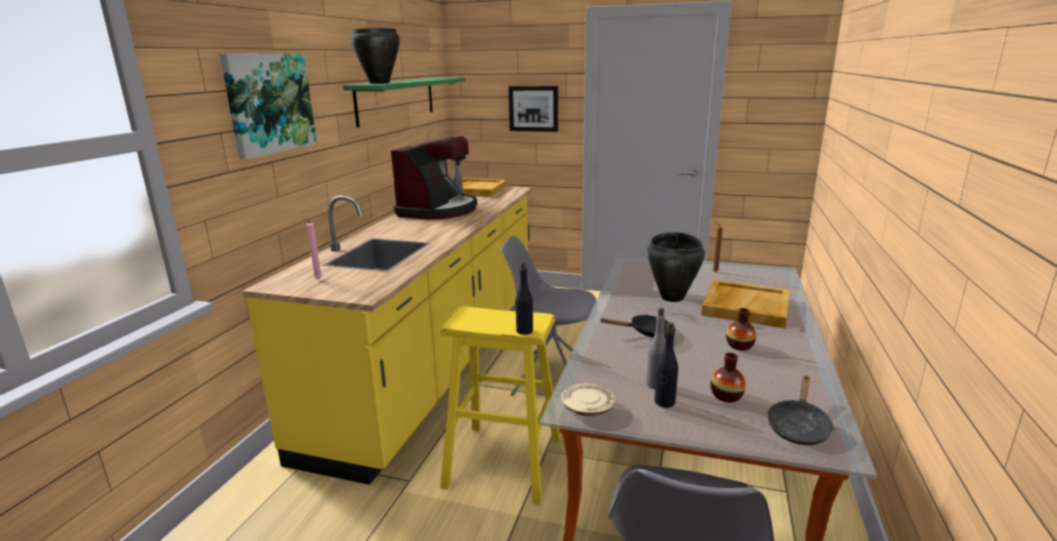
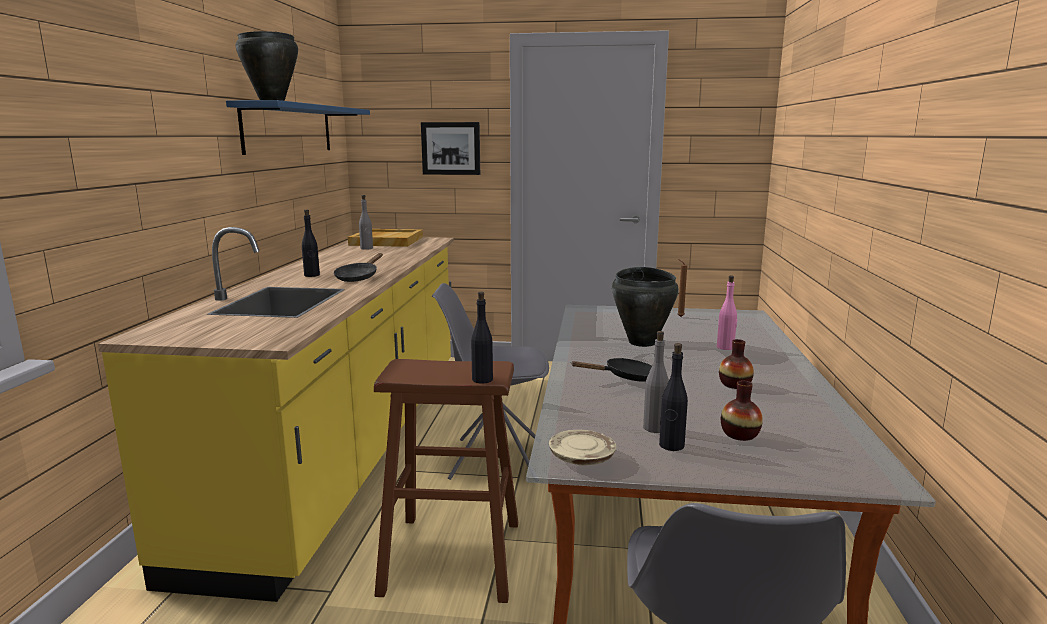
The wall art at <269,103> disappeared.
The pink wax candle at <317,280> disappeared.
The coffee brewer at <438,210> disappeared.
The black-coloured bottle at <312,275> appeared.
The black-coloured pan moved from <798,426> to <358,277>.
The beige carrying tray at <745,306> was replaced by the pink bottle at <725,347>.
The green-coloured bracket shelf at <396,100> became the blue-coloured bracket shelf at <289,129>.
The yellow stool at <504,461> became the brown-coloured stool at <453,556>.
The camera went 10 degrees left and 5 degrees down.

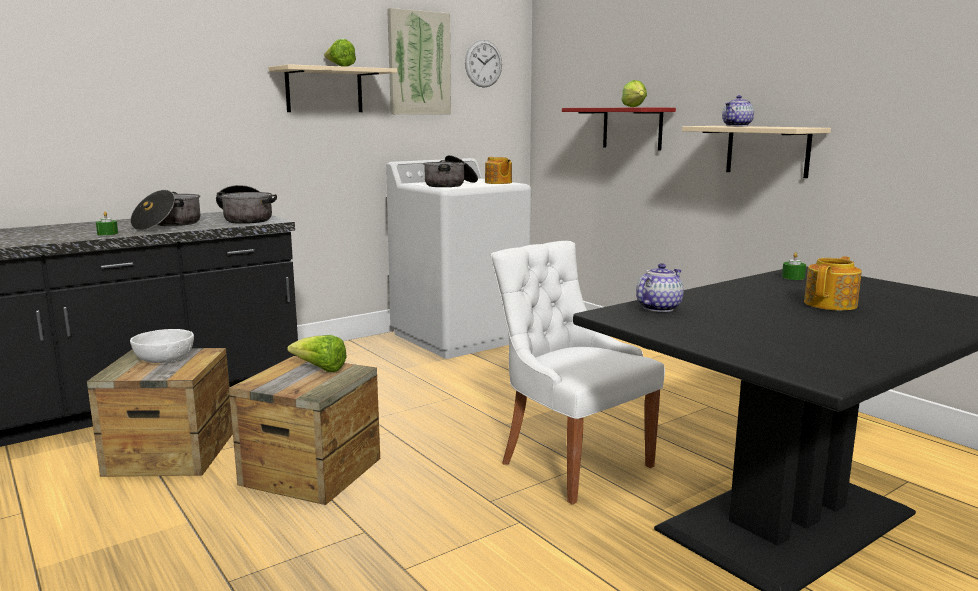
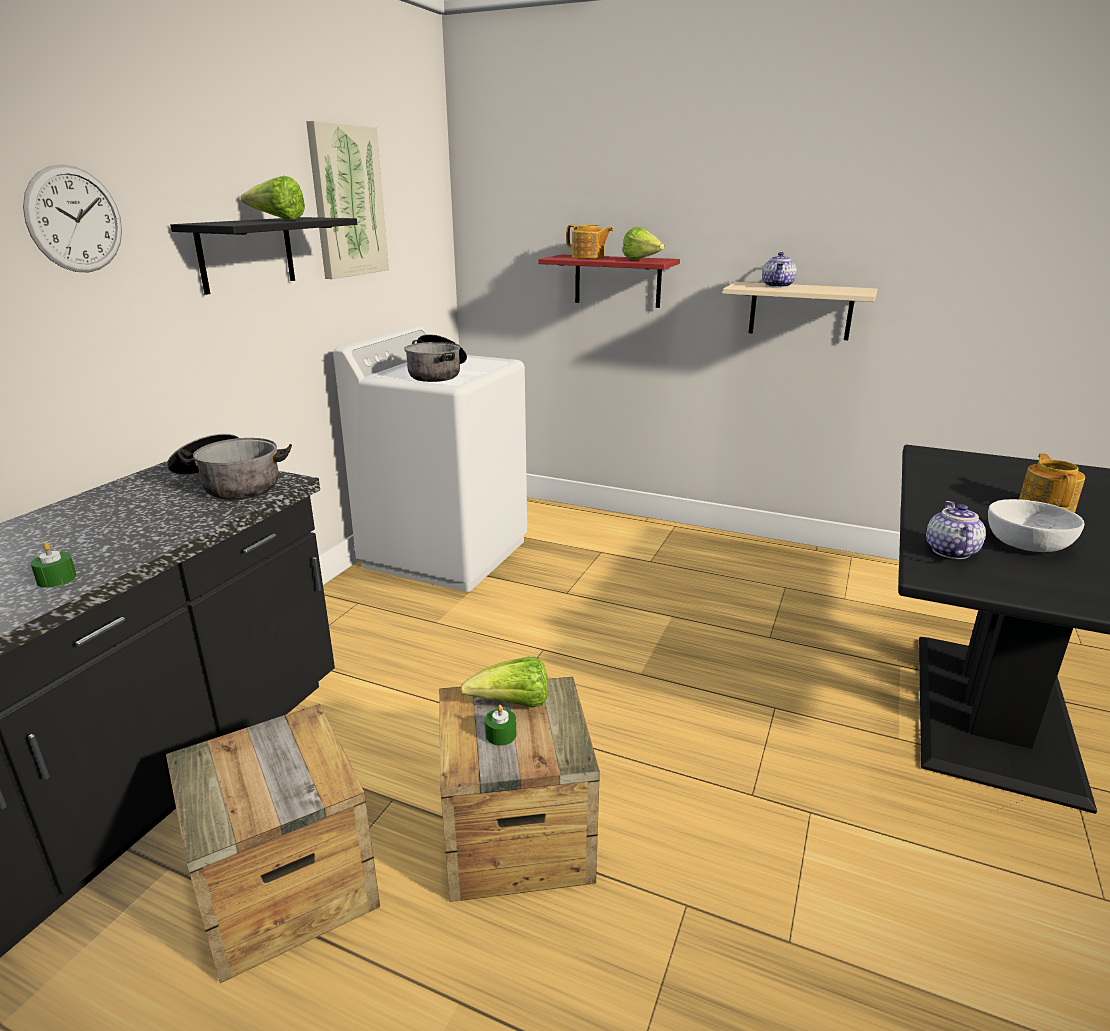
The saucepot at <168,225> disappeared.
The white plain chair at <571,463> disappeared.
The white deep dish moved from <164,358> to <1026,543>.
The clock on the wall moved from <483,63> to <75,219>.
The teapot moved from <498,182> to <588,257>.
The green-coloured wax candle moved from <793,277> to <501,735>.
The beige bracket shelf at <324,90> became the black-coloured bracket shelf at <246,254>.
The camera went 30 degrees left and 10 degrees up.

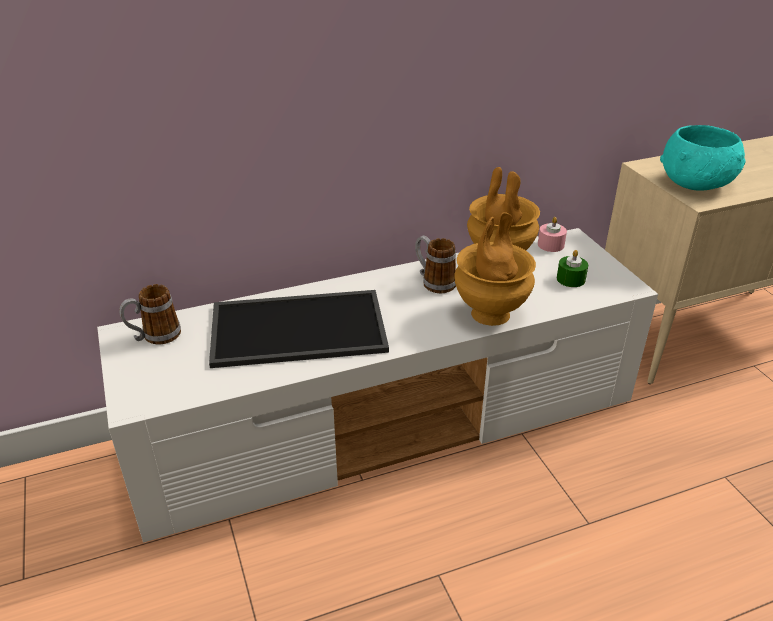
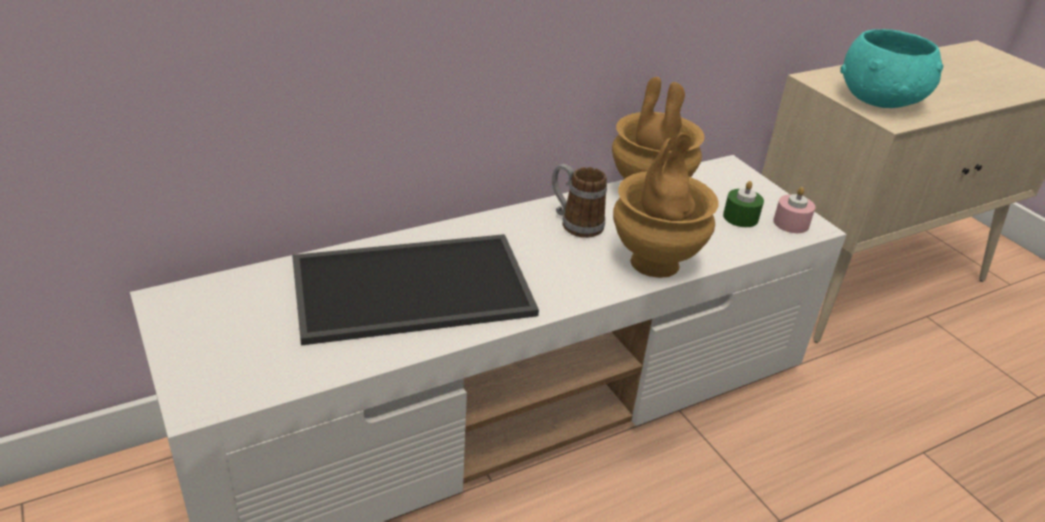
The coffee mug at <154,337> disappeared.
The pink wax candle moved from <550,245> to <791,223>.
The camera went 10 degrees left and 0 degrees up.

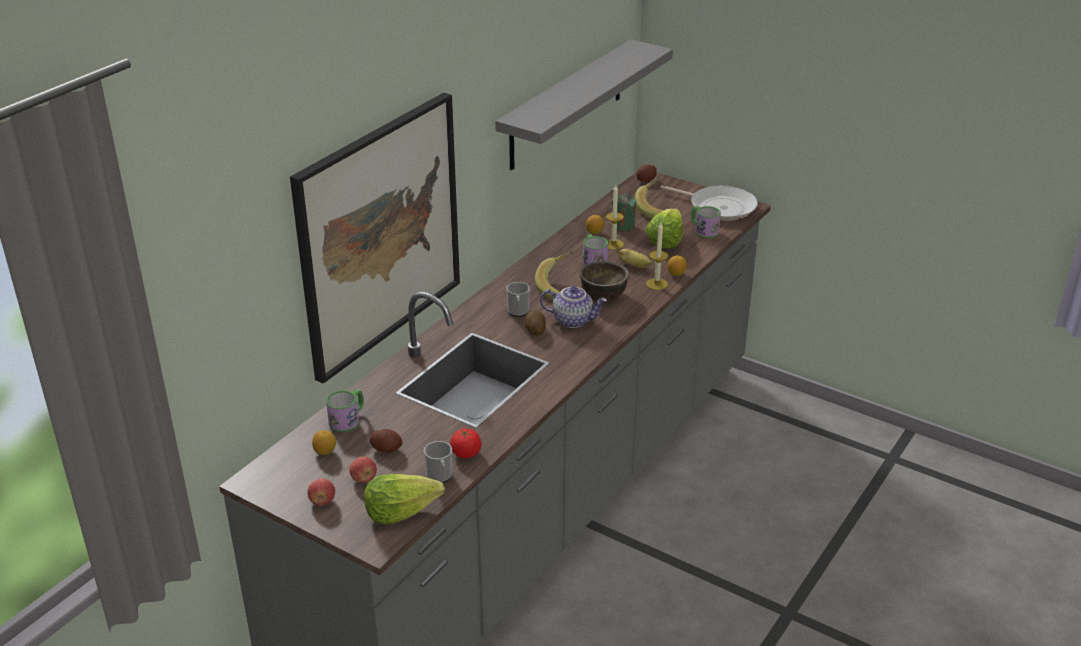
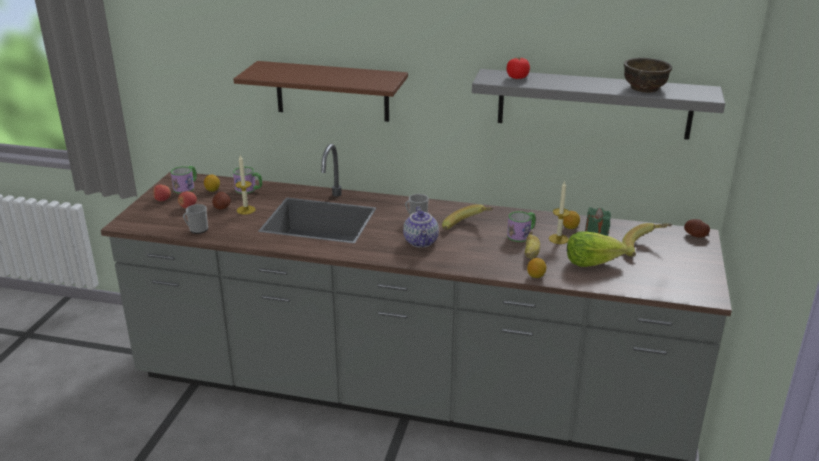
The lettuce head at <401,511> disappeared.
The spud at <535,330> disappeared.
The pan at <719,207> disappeared.
The fresh tomato moved from <466,453> to <517,77>.
The brown-coloured deep dish moved from <603,295> to <644,88>.
The wax candle moved from <657,284> to <246,210>.
The coffee mug moved from <703,230> to <186,187>.
The wall art at <379,234> was replaced by the brown-coloured bracket shelf at <332,91>.
The camera went 70 degrees right and 5 degrees down.

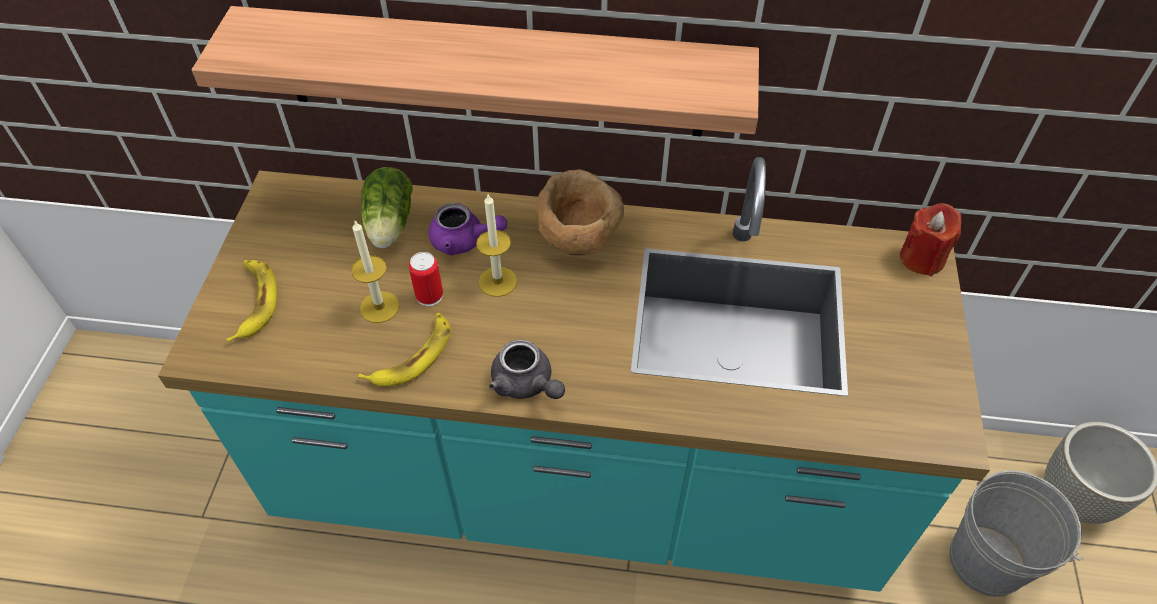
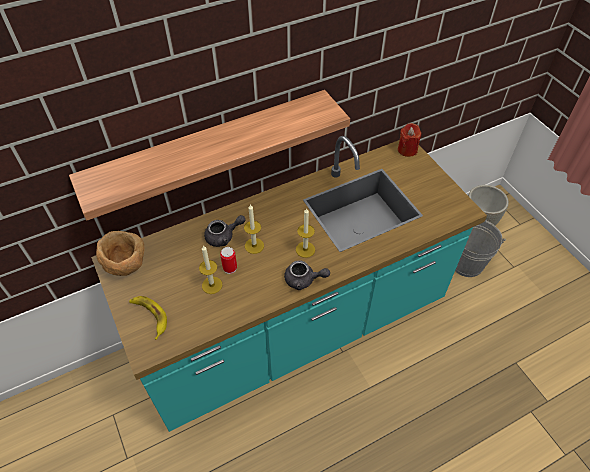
The banana fruit at <413,355> disappeared.
The lettuce head at <389,226> disappeared.
The wax candle at <305,249> appeared.
The brown-coloured deep dish moved from <579,241> to <127,265>.
The purplish teapot at <464,241> became the greyish teapot at <224,236>.
The camera went 35 degrees left and 0 degrees up.

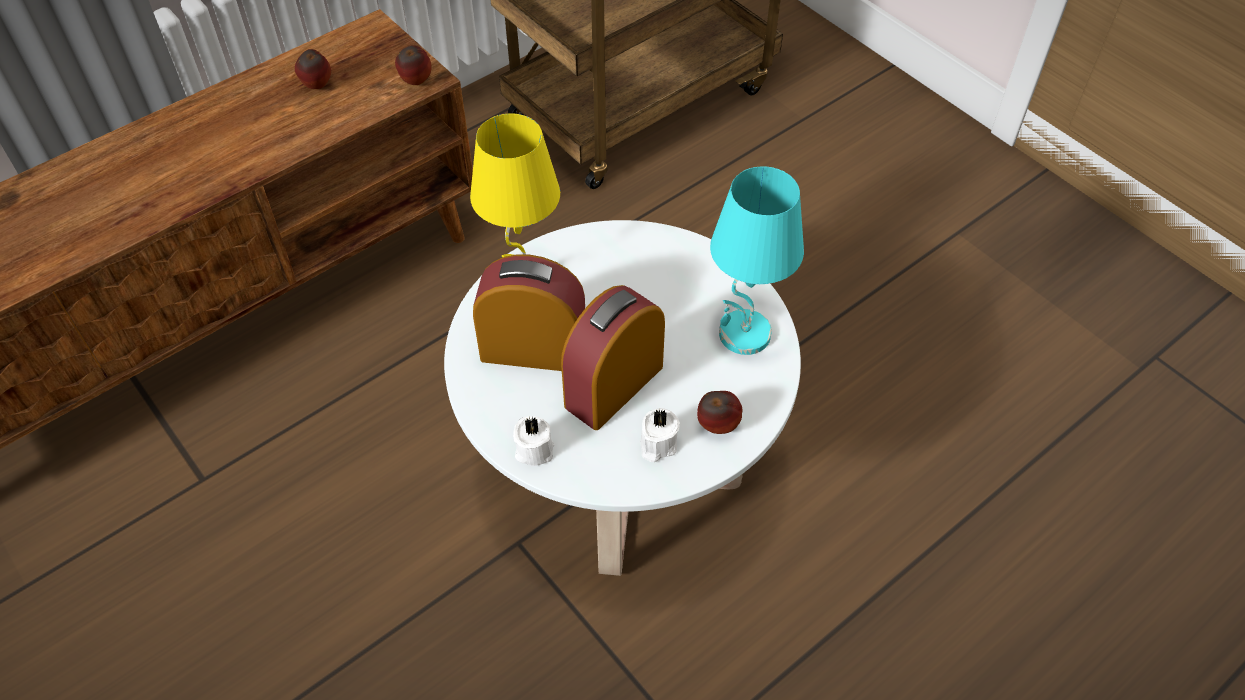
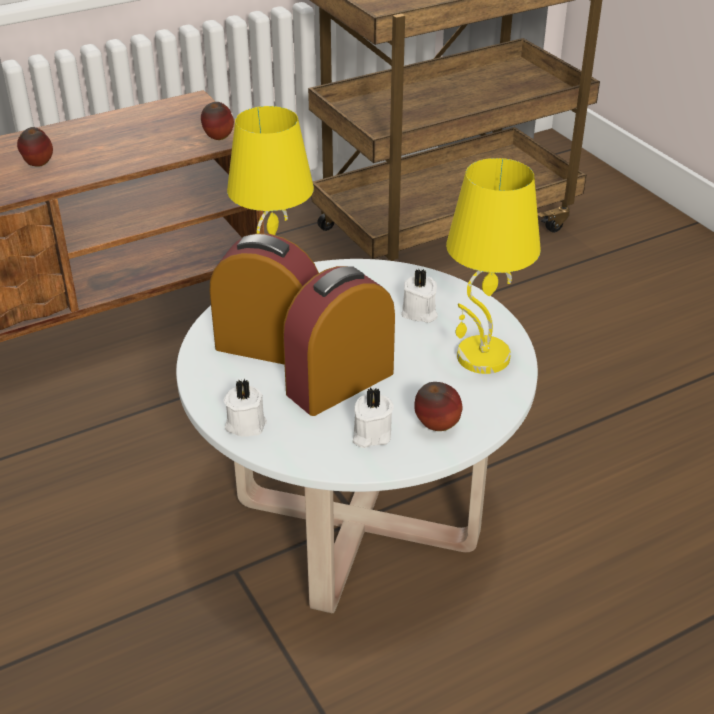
The white wax candle at <419,313> appeared.
The apple moved from <317,87> to <38,166>.
The blue-green lamp for a table at <744,335> became the yellow lamp for a table at <482,358>.
The camera went 10 degrees right and 15 degrees down.

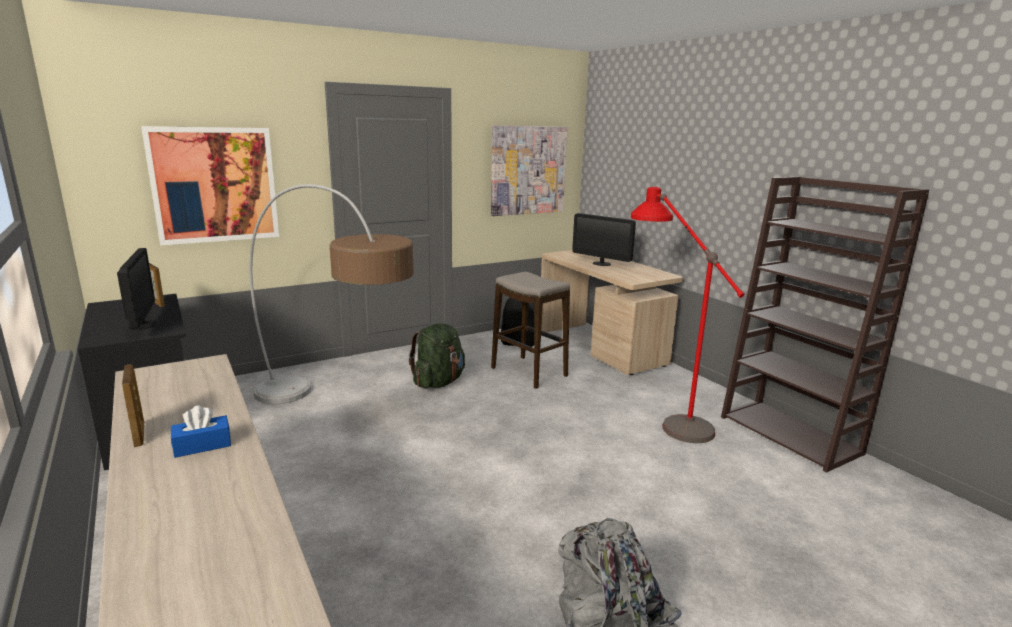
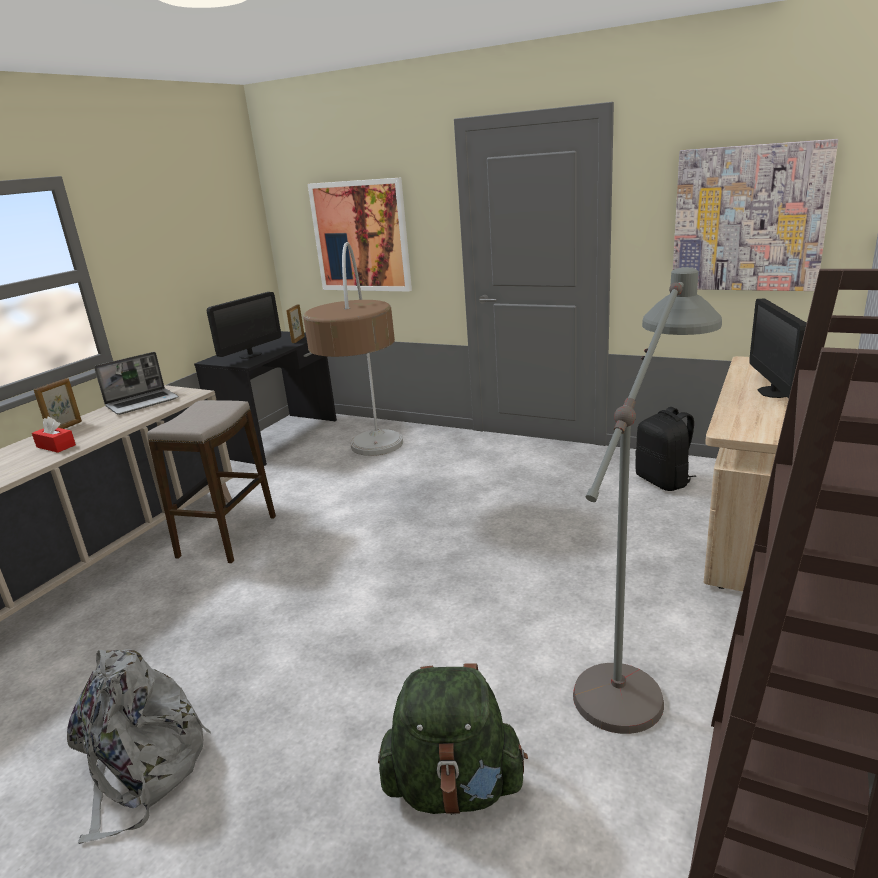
The notebook computer at <143,402> appeared.
The green-coloured backpack moved from <438,382> to <454,787>.
The stool moved from <529,372> to <227,537>.
The blue-coloured tissue holder at <202,445> became the red tissue holder at <56,446>.
The red floor lamp at <665,414> became the greyish floor lamp at <638,660>.
The camera went 60 degrees right and 5 degrees up.

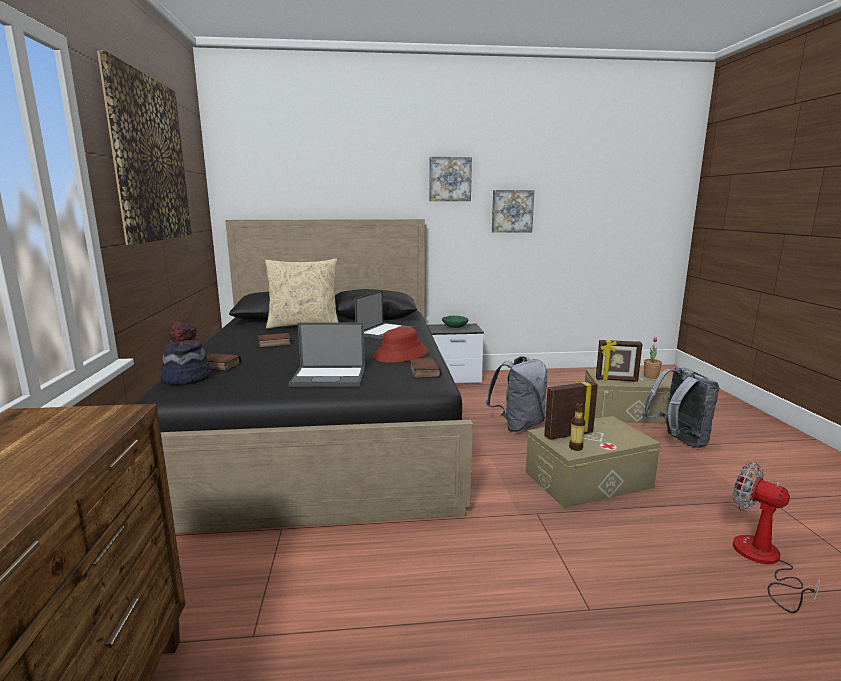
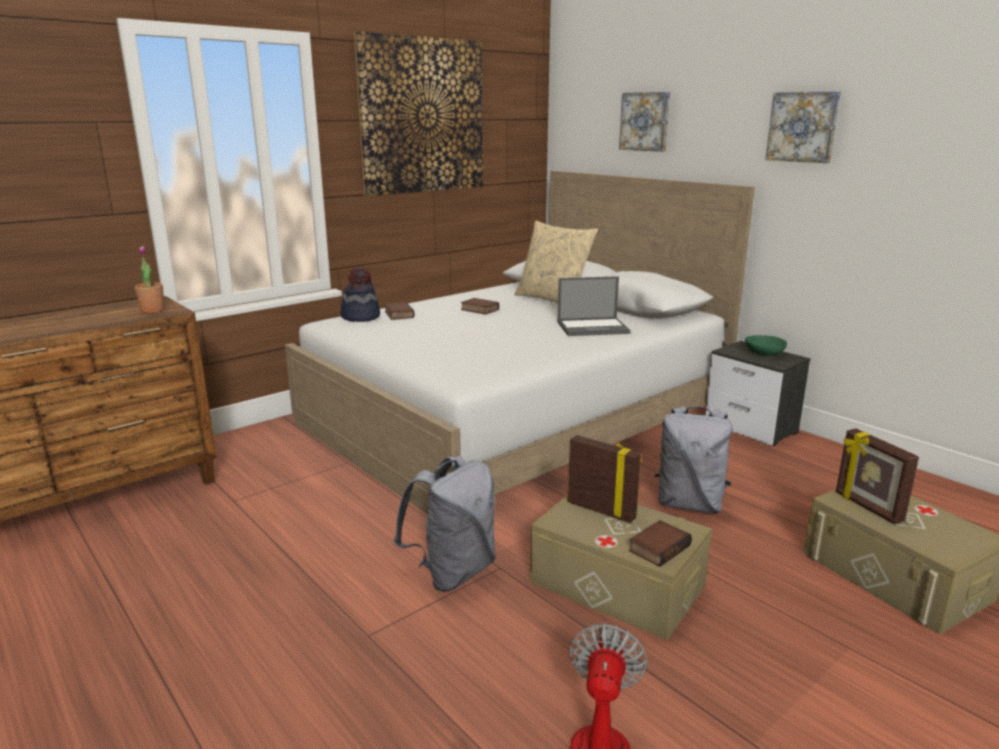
The notebook computer at <330,377> disappeared.
The red wearable hat at <401,354> disappeared.
The bottle at <575,448> disappeared.
The book moved from <423,372> to <658,547>.
The wall art moved from <512,211> to <645,121>.
The greyish backpack moved from <678,441> to <452,572>.
The houseplant moved from <651,376> to <153,310>.
The black-coloured sleeping bed at <325,428> became the white sleeping bed at <516,415>.
The camera went 55 degrees right and 5 degrees up.

